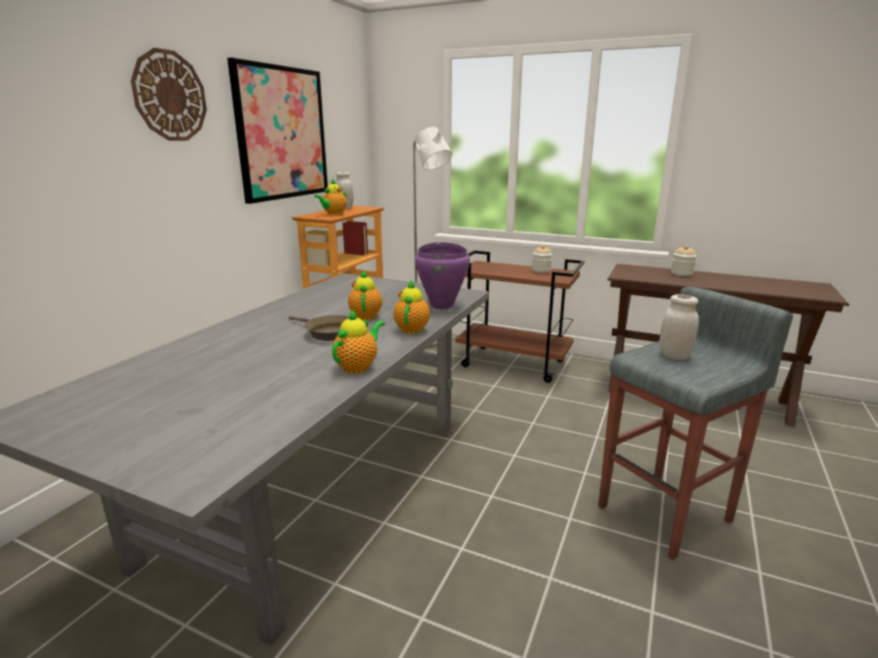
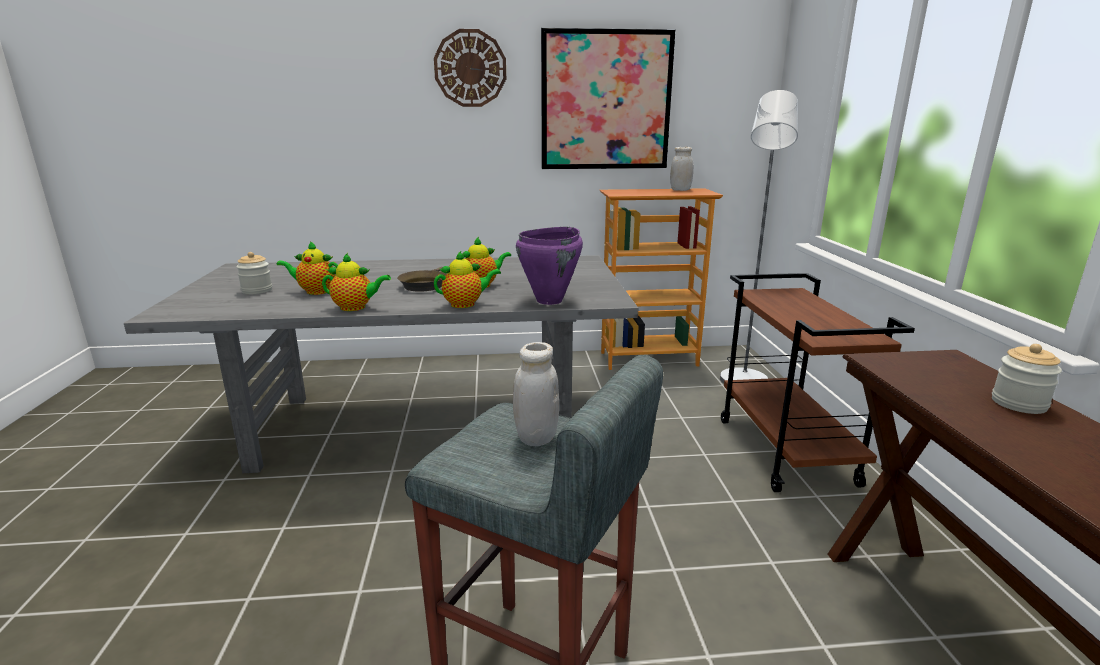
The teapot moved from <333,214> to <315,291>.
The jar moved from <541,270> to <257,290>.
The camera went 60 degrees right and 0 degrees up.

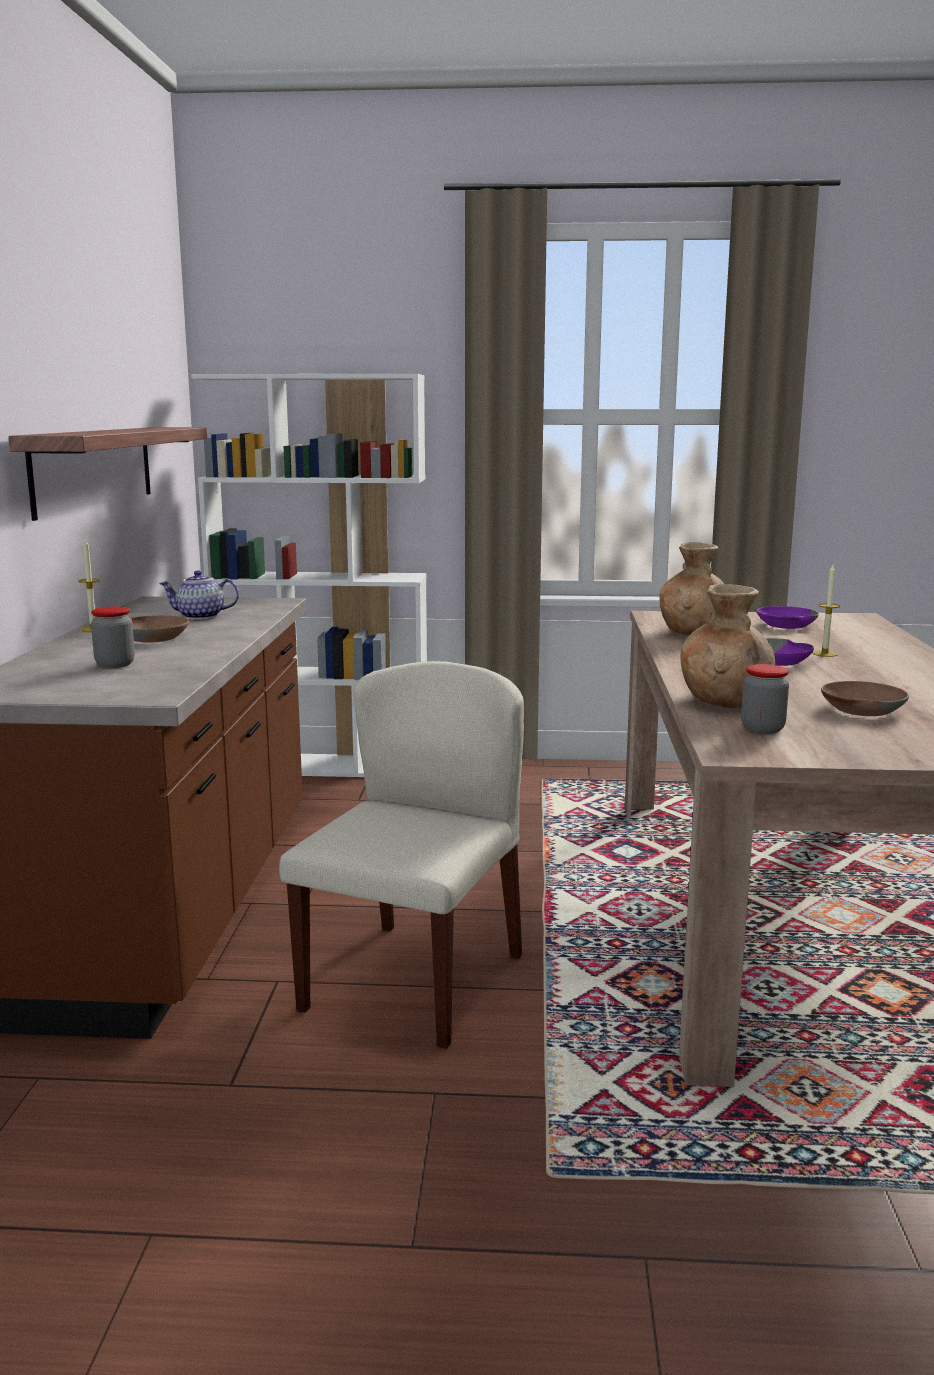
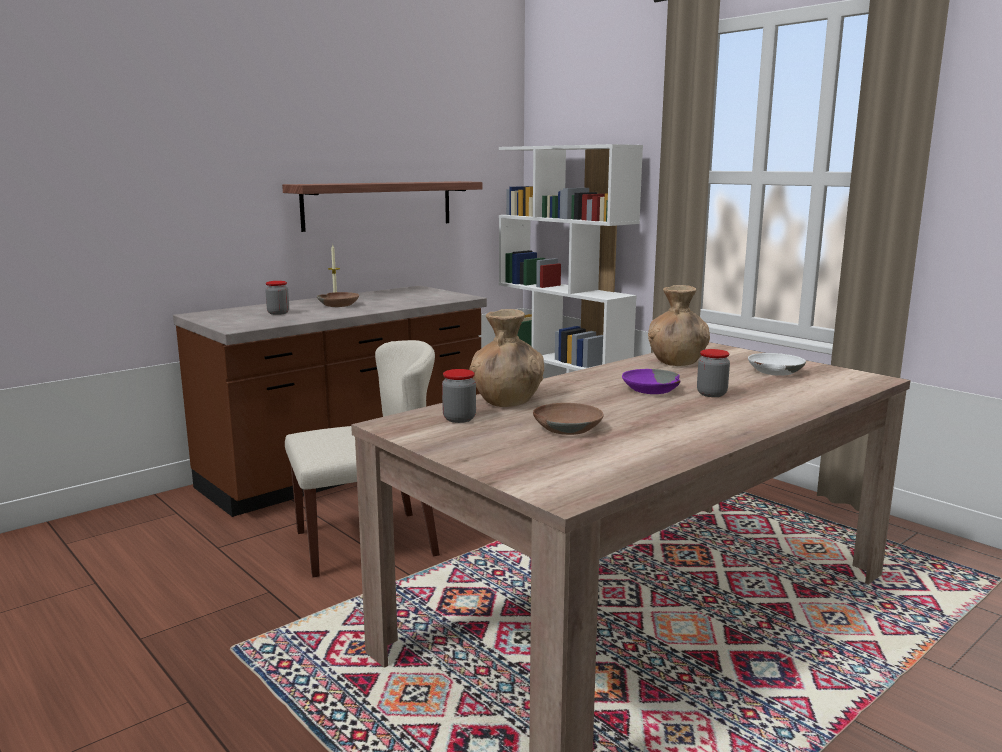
The teapot at <200,617> disappeared.
The wax candle at <825,654> was replaced by the jar at <711,394>.
The purplish deep dish at <785,625> became the white deep dish at <774,371>.
The camera went 45 degrees right and 0 degrees up.

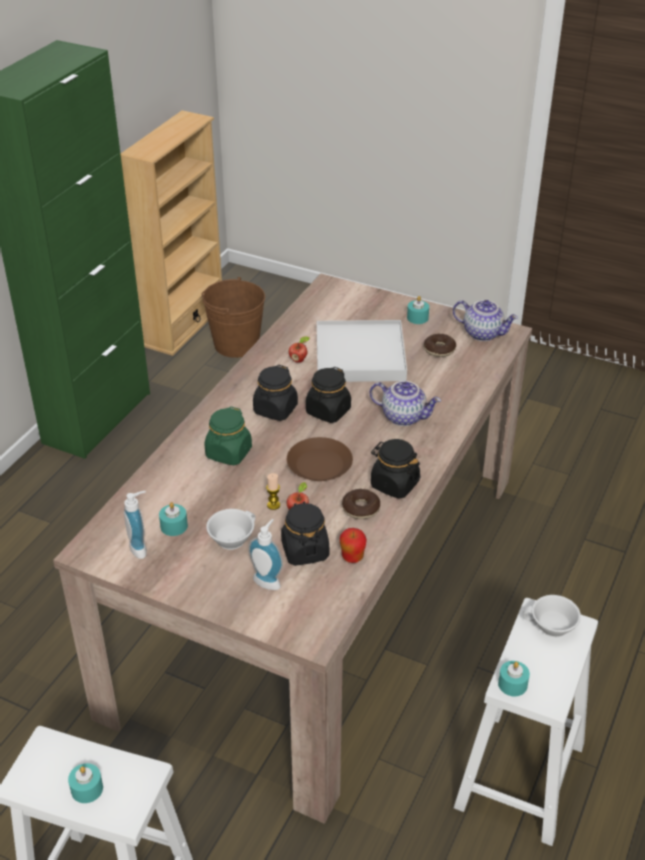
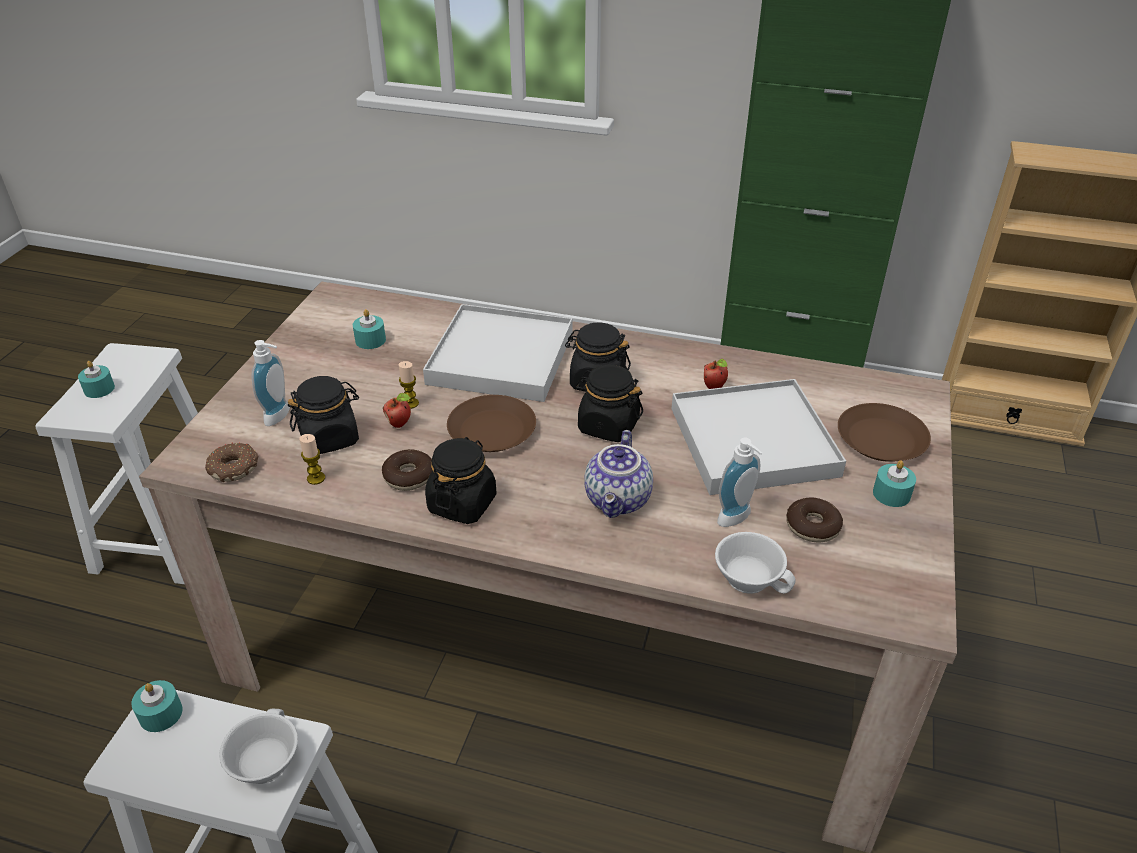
The brown-coloured pail at <236,344> disappeared.
The teapot at <483,333> disappeared.
The doughnut at <234,467> appeared.
The brown-coloured plate at <880,440> appeared.
The soap bottle moved from <141,548> to <737,520>.
The white cup moved from <231,538> to <750,577>.
The green-coloured jar at <228,453> was replaced by the white carrying tray at <501,358>.
The apple at <352,557> was replaced by the wax candle at <316,478>.
The camera went 80 degrees right and 0 degrees up.

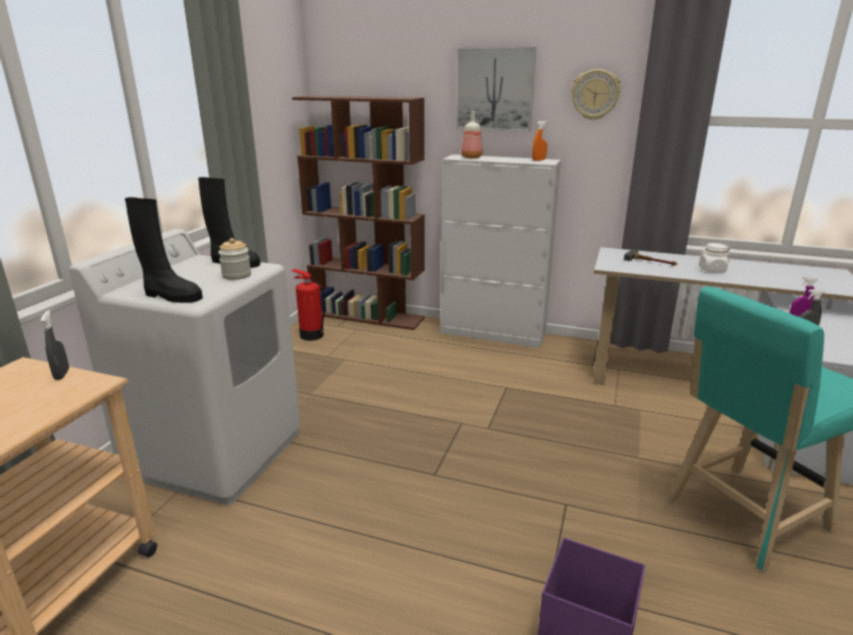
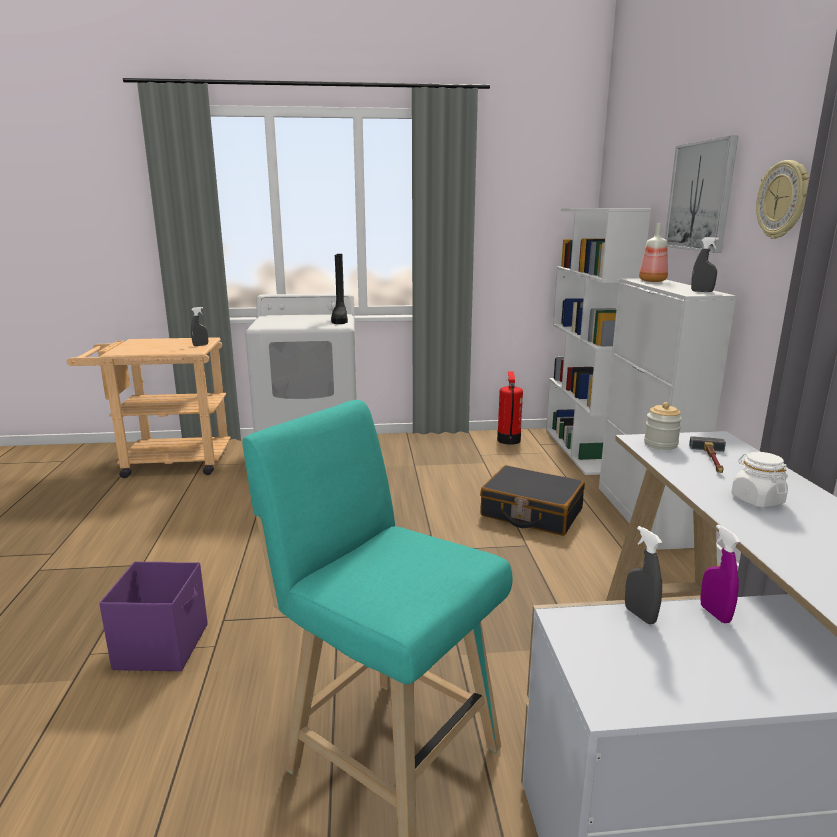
The black-coloured high-top boot at <171,296> disappeared.
The black-coloured piece of luggage at <531,513> appeared.
The jar moved from <236,275> to <660,444>.
The brown-coloured bookcase at <368,316> became the white bookcase at <581,450>.
The orangey sprayer at <539,160> became the greyish sprayer at <702,291>.
The camera went 65 degrees right and 5 degrees down.

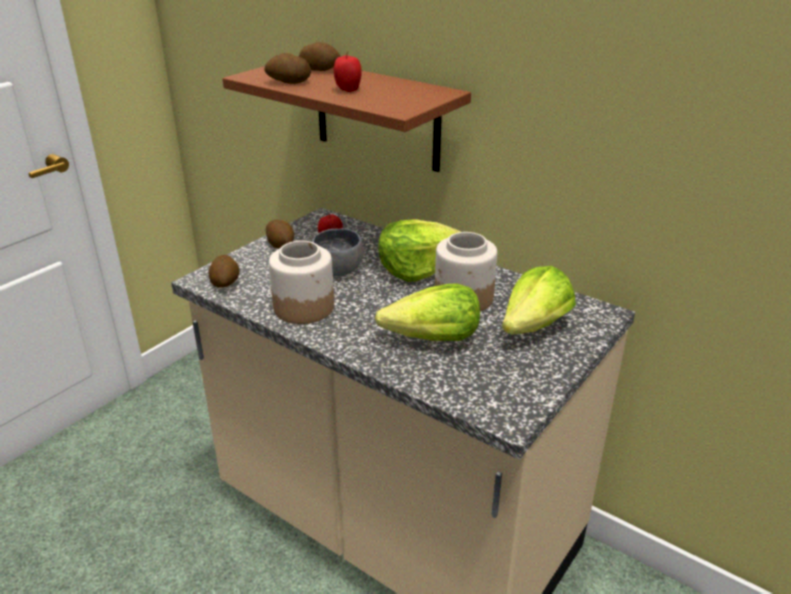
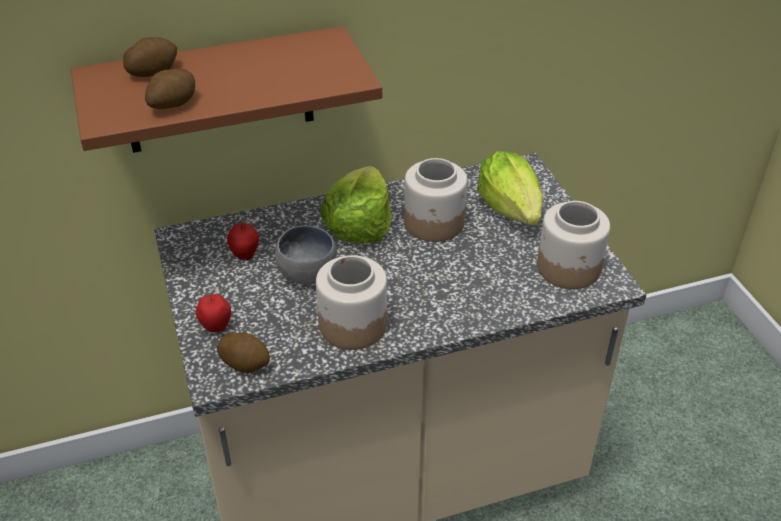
The spud at <281,245> disappeared.
The lettuce head at <433,339> disappeared.
The jar at <569,268> appeared.
The apple moved from <348,90> to <216,327>.
The camera went 55 degrees left and 10 degrees up.

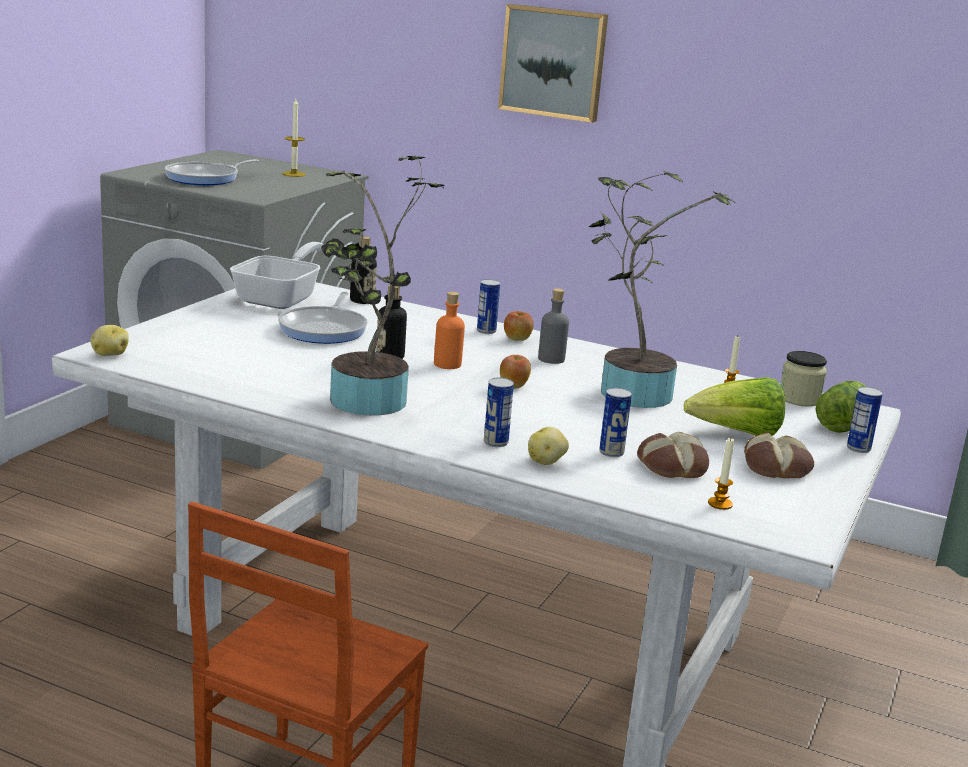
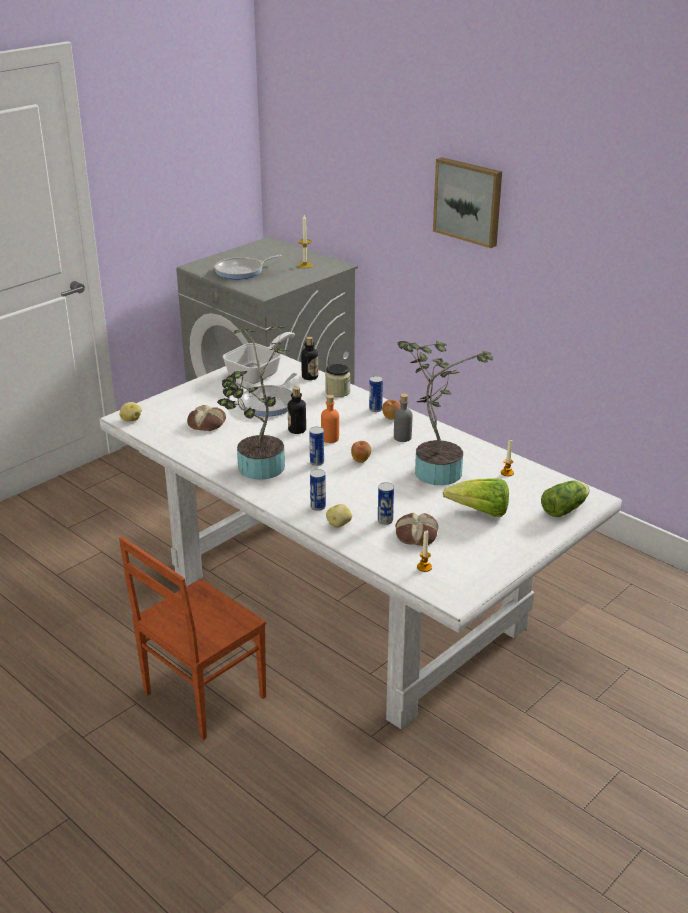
The bread moved from <777,466> to <207,423>.
The jar moved from <799,399> to <337,392>.
The metal can moved from <858,448> to <317,462>.
The camera went 20 degrees right and 10 degrees up.

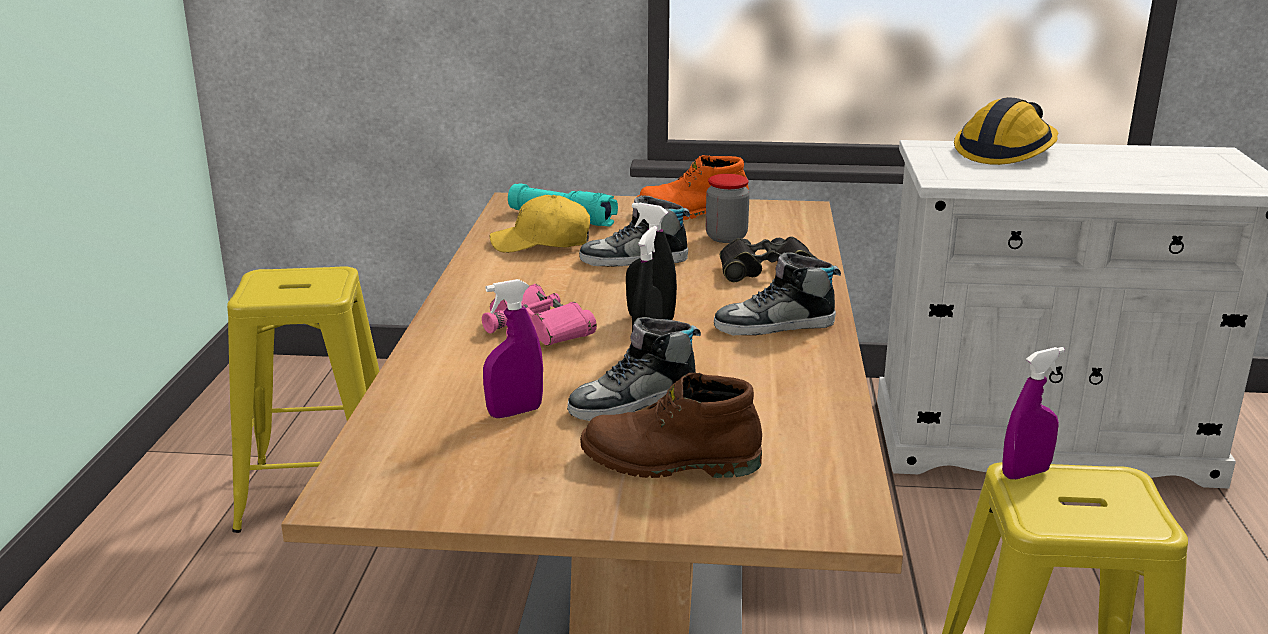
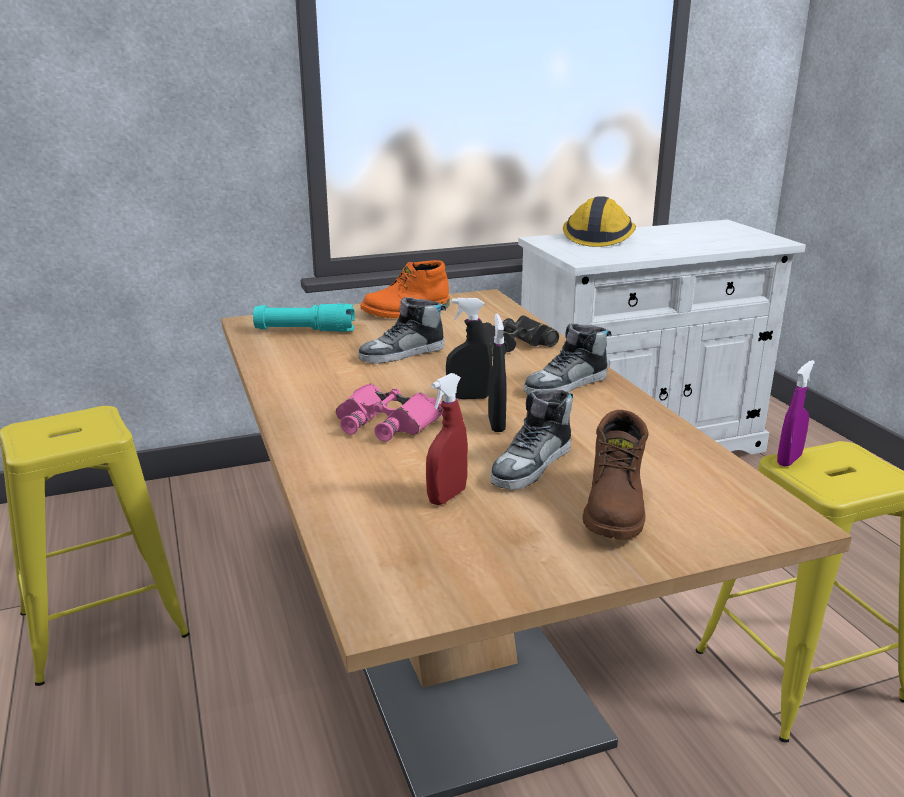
The yellow baseball cap at <542,242> disappeared.
The jar at <726,237> disappeared.
The purplish sprayer at <515,412> became the red sprayer at <447,496>.
The brown-coloured high-top boot at <669,463> turned 60 degrees counterclockwise.
The camera went 25 degrees left and 0 degrees up.

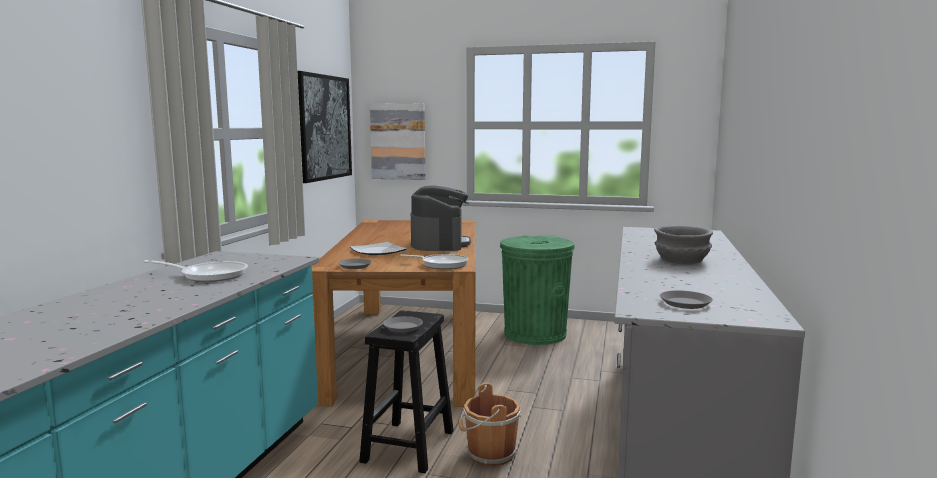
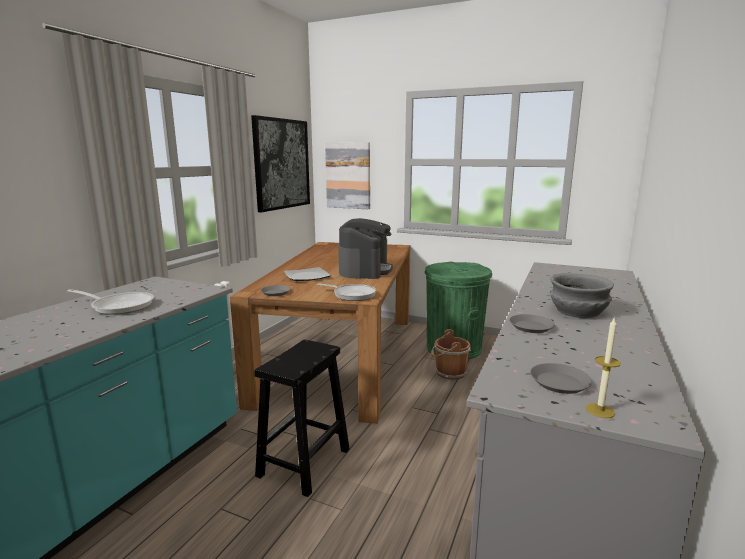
The wax candle at <600,410> appeared.
The greyish plate moved from <402,327> to <531,327>.
The brown-coloured pail moved from <489,454> to <449,373>.
The camera went 10 degrees right and 5 degrees up.

